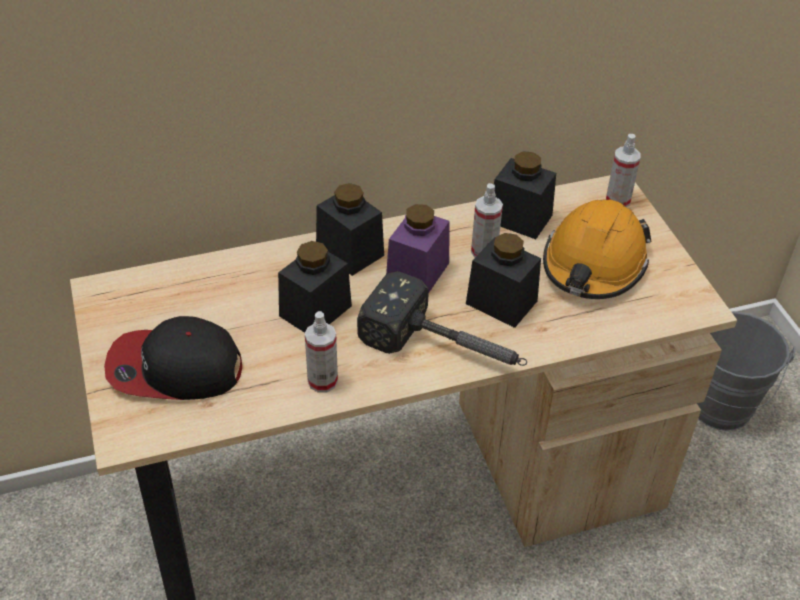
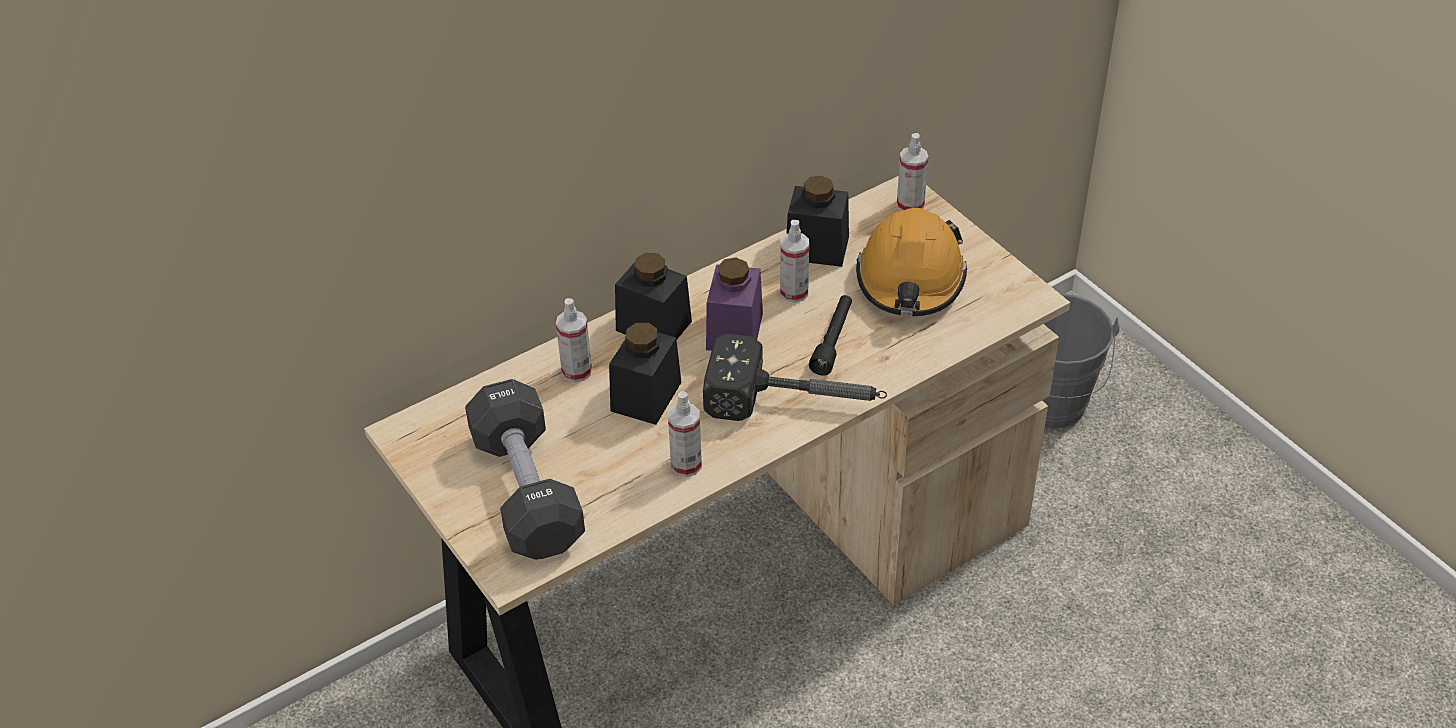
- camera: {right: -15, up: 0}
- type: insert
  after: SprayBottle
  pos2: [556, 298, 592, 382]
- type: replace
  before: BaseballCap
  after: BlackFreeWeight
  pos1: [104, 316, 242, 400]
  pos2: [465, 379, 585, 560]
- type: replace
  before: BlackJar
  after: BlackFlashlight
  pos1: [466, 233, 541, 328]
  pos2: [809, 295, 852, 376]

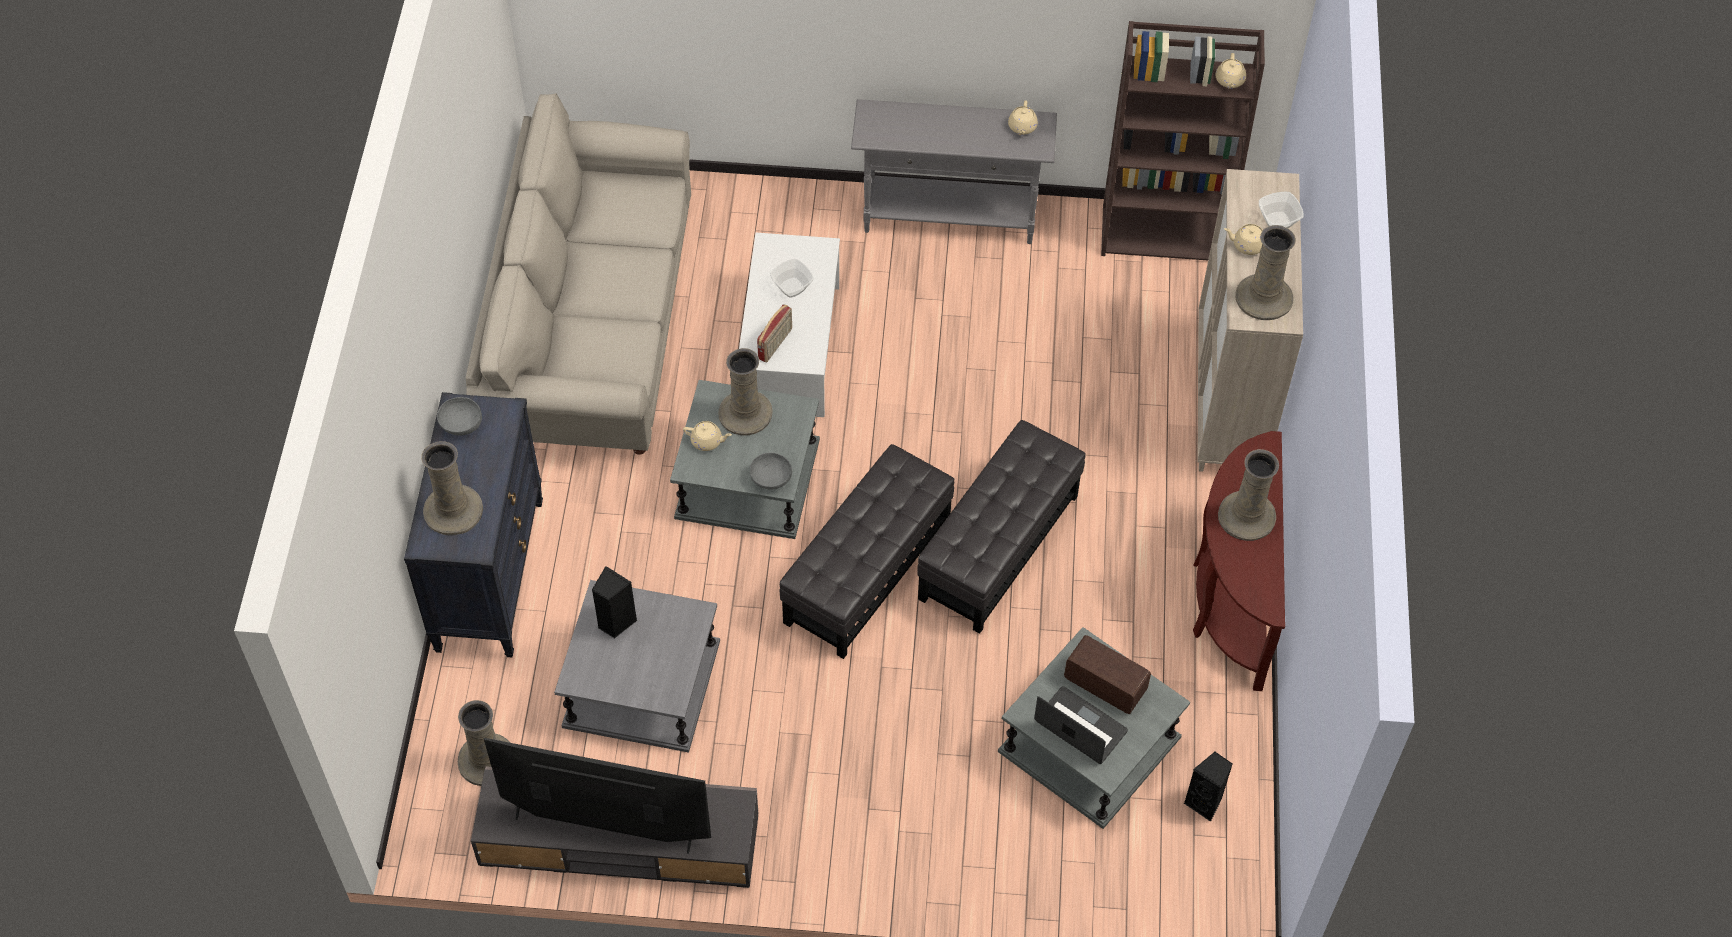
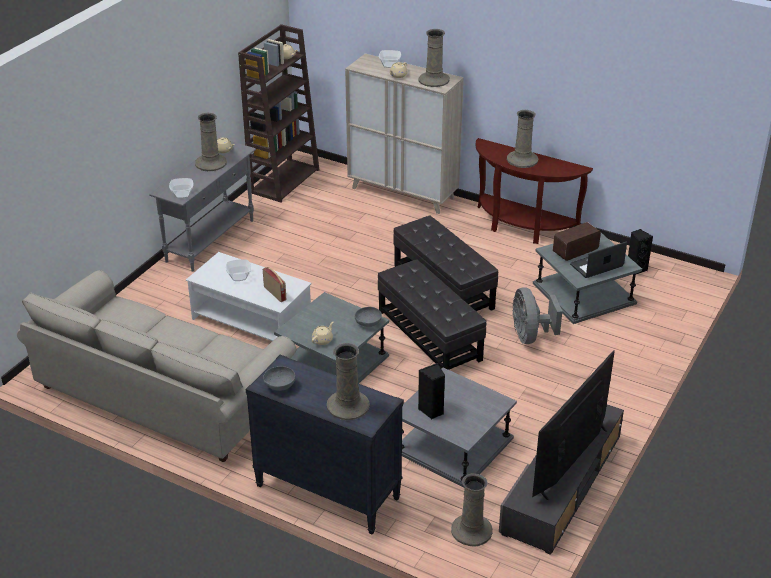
- camera: {right: -65, up: -20}
- type: insert
  after: ServingBowl
  pos2: [169, 178, 194, 198]
- type: insert
  after: GreyCoolingFan
  pos2: [512, 287, 562, 344]
- type: move
  before: SandColouredVase
  pos1: [718, 348, 772, 436]
  pos2: [195, 113, 227, 171]

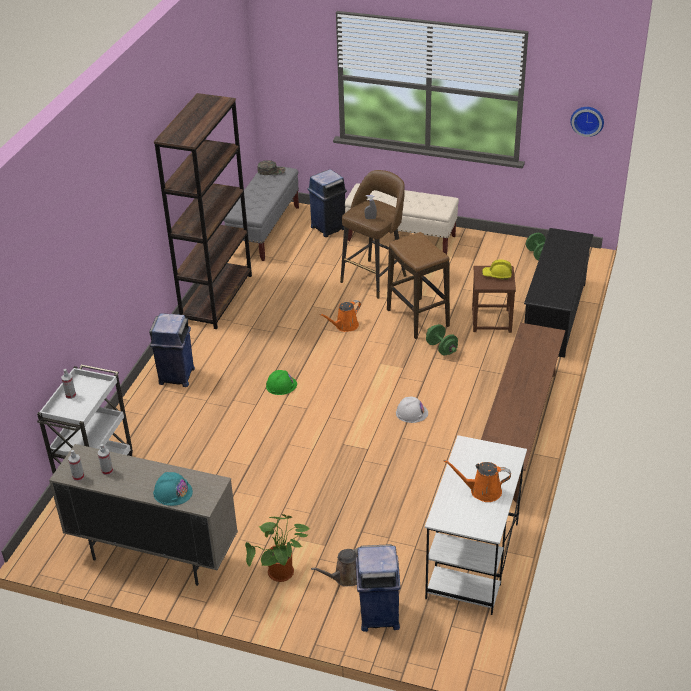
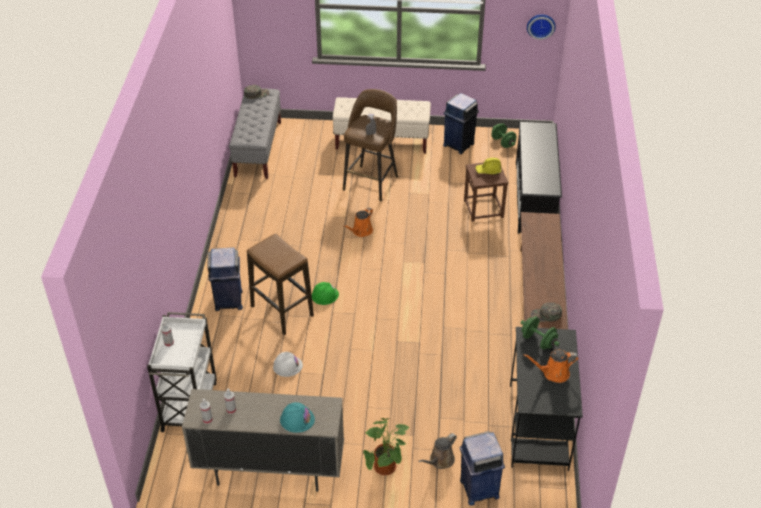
- camera: {right: -15, up: 5}
- type: delete
  before: BrownishBookshelf
  pos1: [154, 93, 252, 329]
- type: insert
  after: GreenColouredBaseballCap
  pos2: [530, 302, 562, 322]
- type: move
  before: BlueWasteBin
  pos1: [308, 169, 347, 237]
  pos2: [443, 93, 479, 154]
- type: move
  before: StoolSeat
  pos1: [387, 232, 450, 339]
  pos2: [247, 233, 314, 335]
- type: move
  before: WhiteHardHat
  pos1: [396, 397, 428, 423]
  pos2: [273, 352, 303, 377]
- type: move
  before: GreenColouredFreeWeight
  pos1: [426, 324, 458, 355]
  pos2: [521, 317, 559, 350]
- type: recolor
  before: WhiteDeskTable
  after: BlackDeskTable
  pos1: [425, 435, 527, 615]
  pos2: [510, 327, 583, 471]

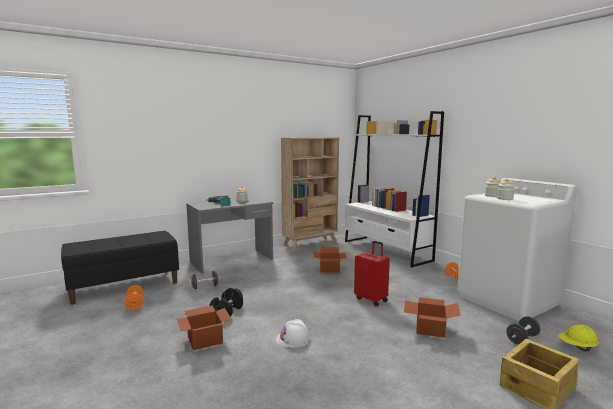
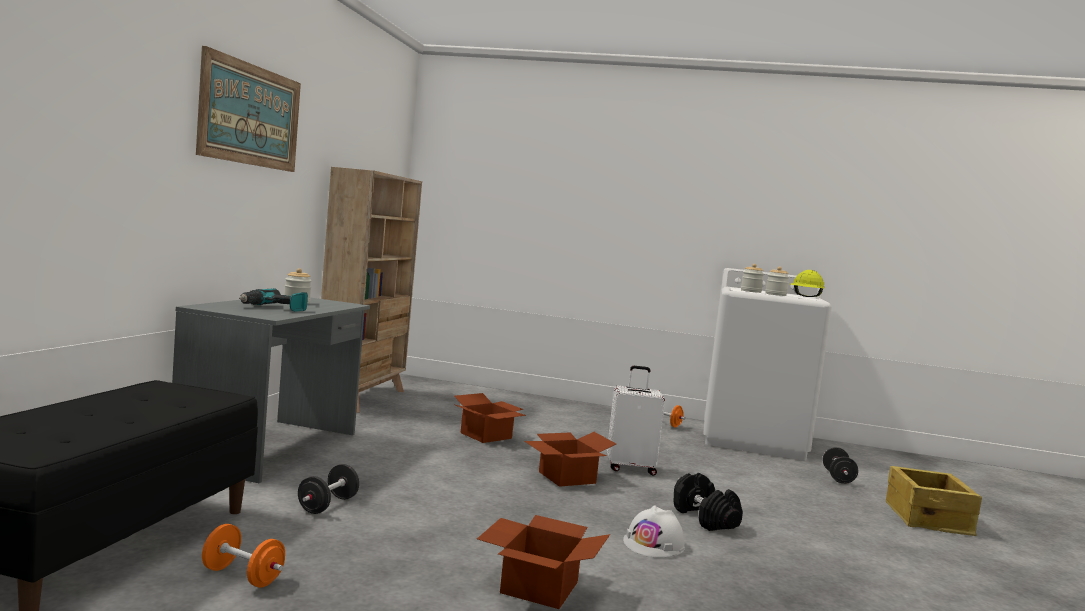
- camera: {right: -45, up: -5}
- type: delete
  before: WhiteBookshelf
  pos1: [345, 111, 444, 267]
- type: insert
  after: Picture
  pos2: [196, 46, 301, 172]
- type: move
  before: BlackFreeWeight
  pos1: [209, 287, 243, 317]
  pos2: [673, 473, 743, 531]
- type: move
  before: CardboardBox
  pos1: [404, 297, 461, 338]
  pos2: [524, 432, 616, 487]
- type: move
  before: YellowColouredHardHat
  pos1: [558, 324, 599, 351]
  pos2: [790, 270, 825, 297]
- type: recolor
  before: ReddishSuitcase
  after: WhiteSuitcase
  pos1: [354, 241, 390, 306]
  pos2: [607, 366, 665, 476]

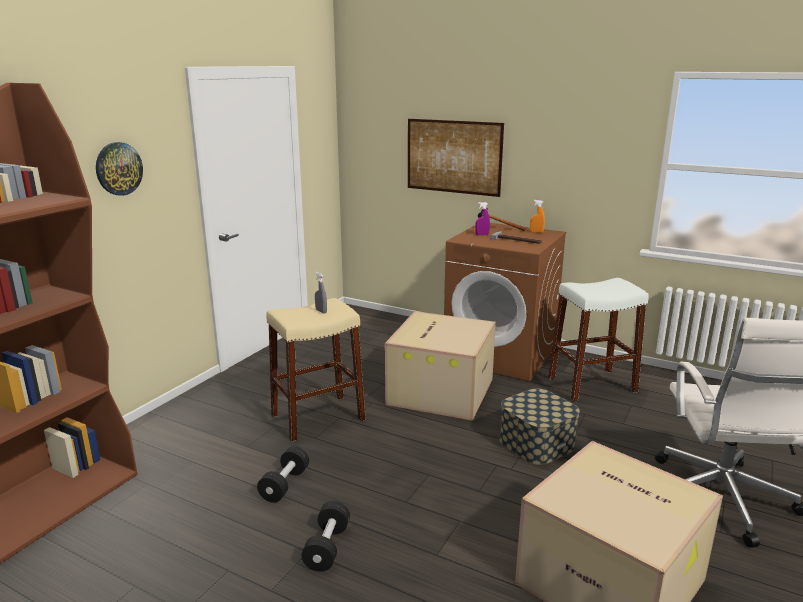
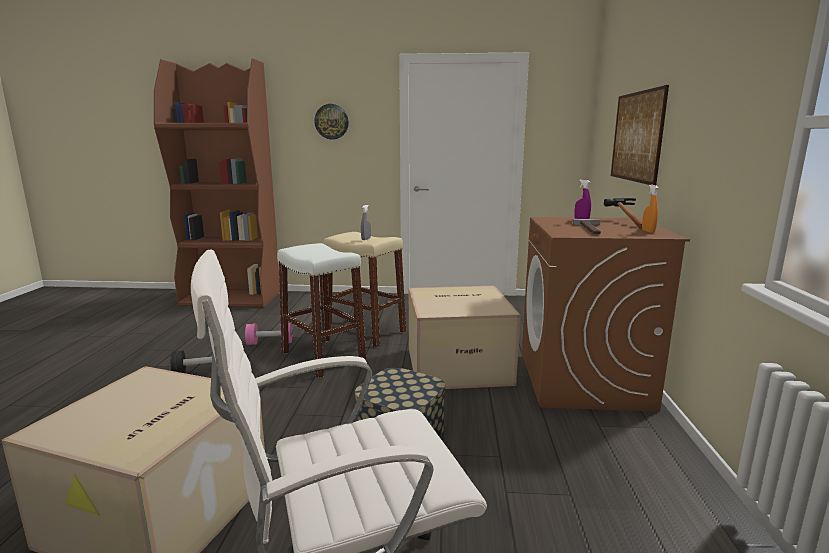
- camera: {right: 65, up: -5}
- type: move
  before: WhiteStoolSeat
  pos1: [548, 278, 649, 402]
  pos2: [277, 243, 367, 378]
- type: recolor
  before: BlackFreeWeight
  after: PinkFreeWeight
  pos1: [257, 446, 309, 503]
  pos2: [245, 322, 293, 345]

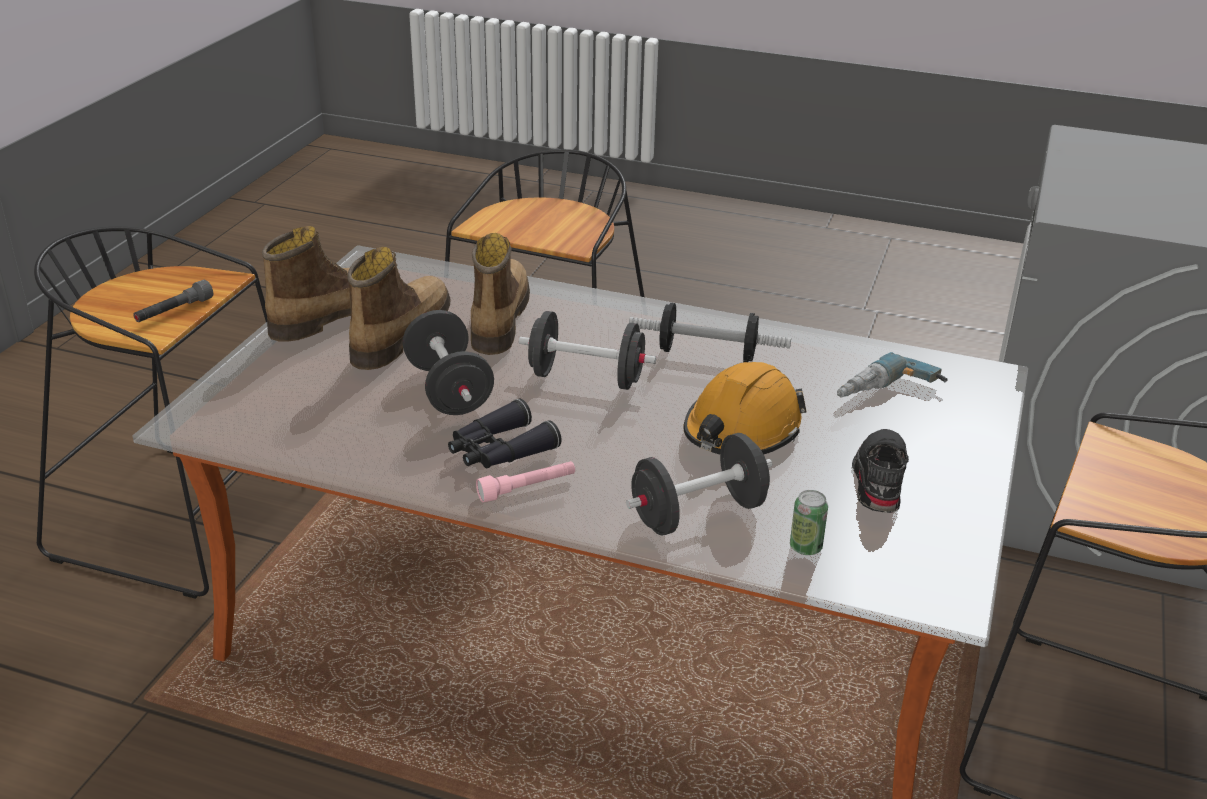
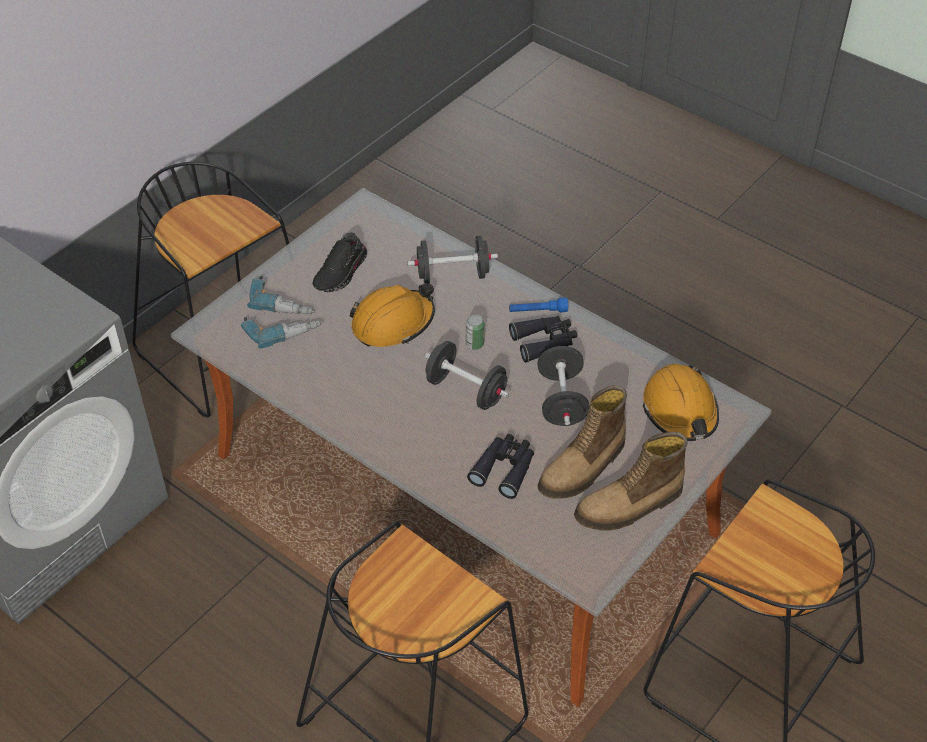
- camera: {right: -160, up: 15}
- type: delete
  before: GreyFlashlight
  pos1: [133, 280, 213, 322]
- type: delete
  before: FreeWeight
  pos1: [629, 303, 791, 362]
- type: insert
  after: ElectricDrill
  pos2: [247, 276, 315, 314]
- type: insert
  after: OrangeyHardHat
  pos2: [643, 364, 719, 441]
- type: move
  before: Can
  pos1: [790, 490, 828, 555]
  pos2: [466, 315, 484, 350]
- type: replace
  before: HighTopBoot
  after: BlackBinoculars
  pos1: [471, 233, 530, 355]
  pos2: [467, 434, 534, 499]
- type: recolor
  before: PinkFlashlight
  after: BlueFlashlight
  pos1: [476, 461, 575, 502]
  pos2: [509, 298, 568, 312]

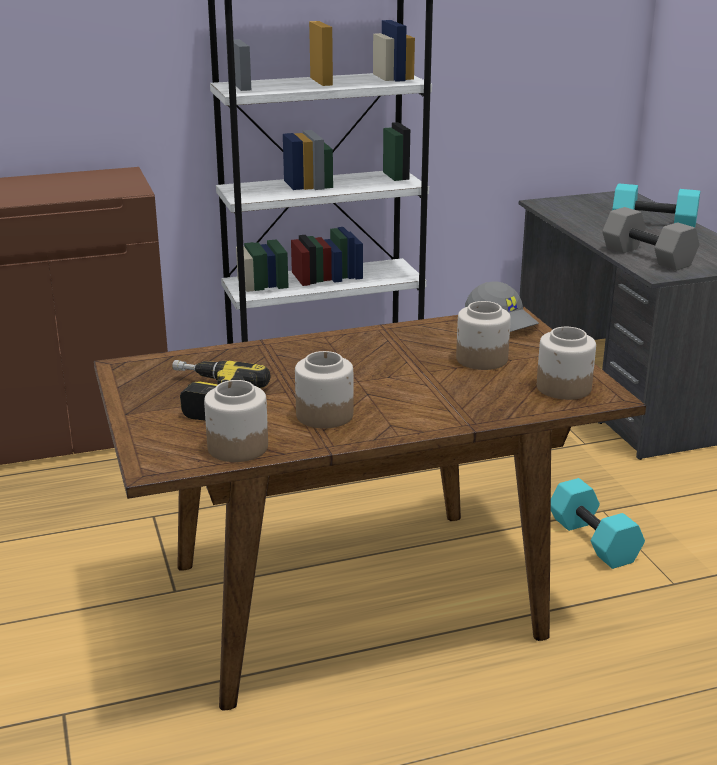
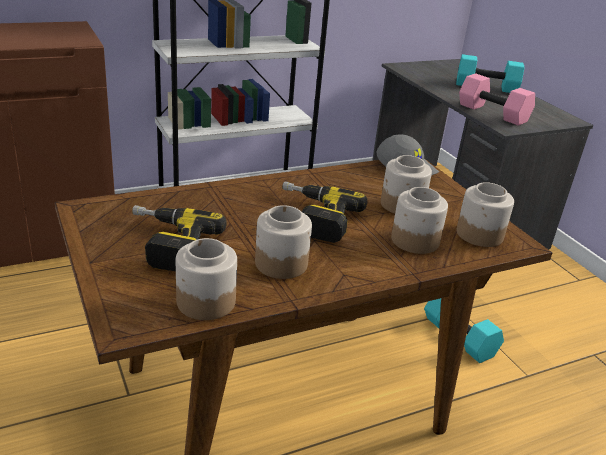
- camera: {right: -10, up: 5}
- type: insert
  after: ElectricDrill
  pos2: [282, 181, 367, 243]
- type: insert
  after: Jar
  pos2: [391, 187, 448, 254]
- type: recolor
  before: GreyFreeWeight
  after: PinkFreeWeight
  pos1: [602, 207, 699, 271]
  pos2: [459, 73, 535, 126]

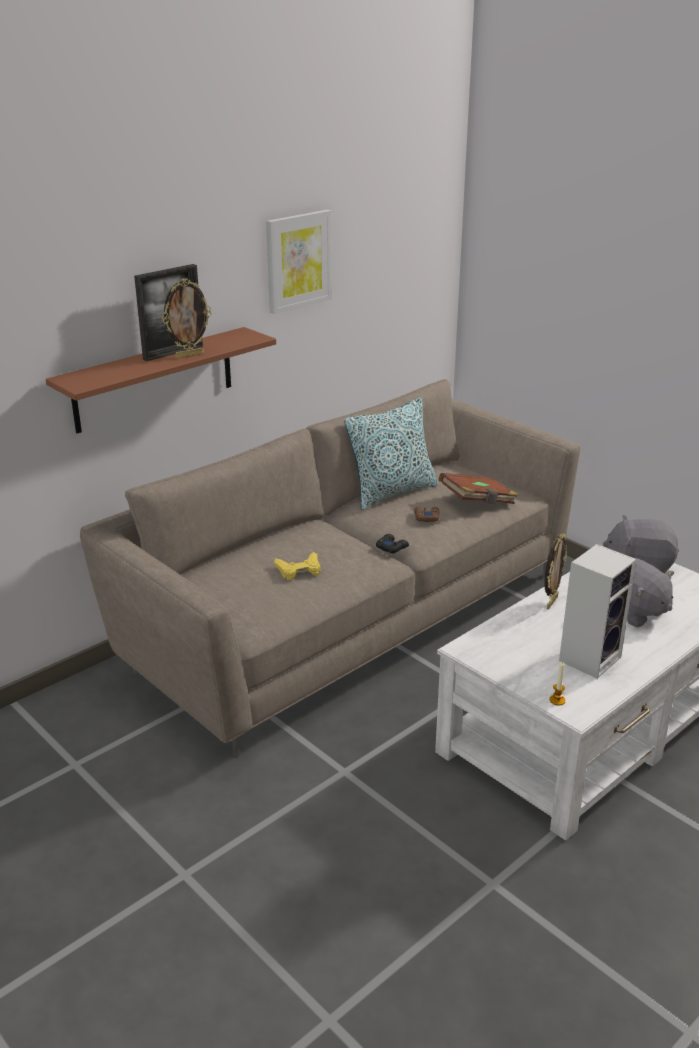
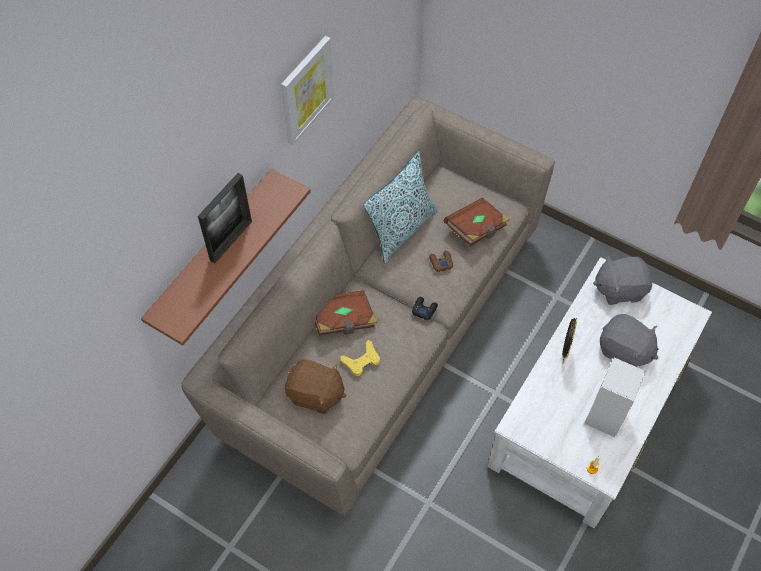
- camera: {right: -15, up: 30}
- type: delete
  before: PhotoFrame
  pos1: [162, 278, 211, 359]
- type: insert
  after: BrownishCuddlyToy
  pos2: [285, 359, 346, 414]
- type: insert
  after: BrownishBoundBook
  pos2: [315, 290, 378, 335]

